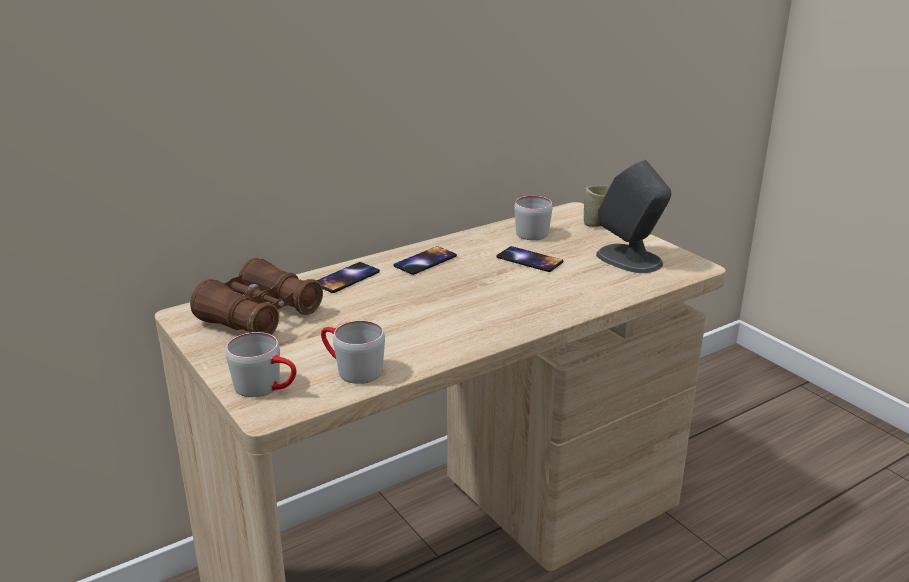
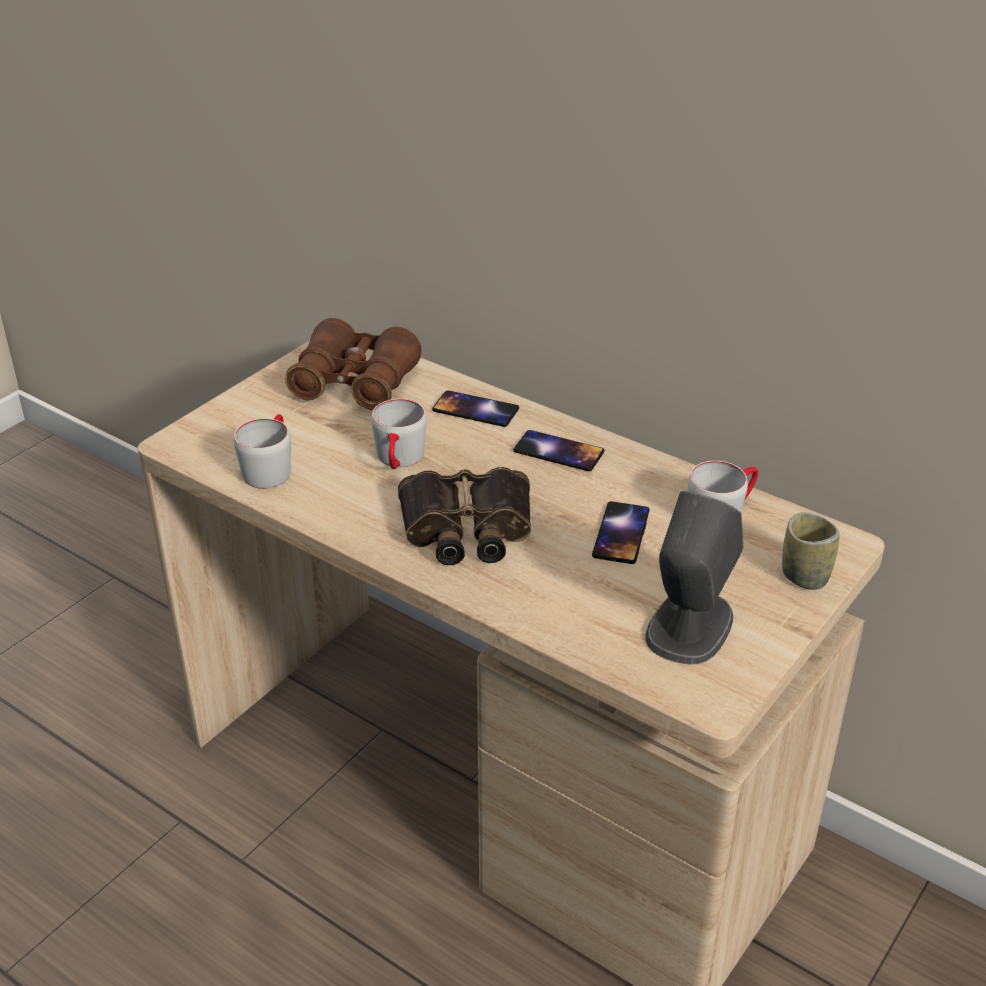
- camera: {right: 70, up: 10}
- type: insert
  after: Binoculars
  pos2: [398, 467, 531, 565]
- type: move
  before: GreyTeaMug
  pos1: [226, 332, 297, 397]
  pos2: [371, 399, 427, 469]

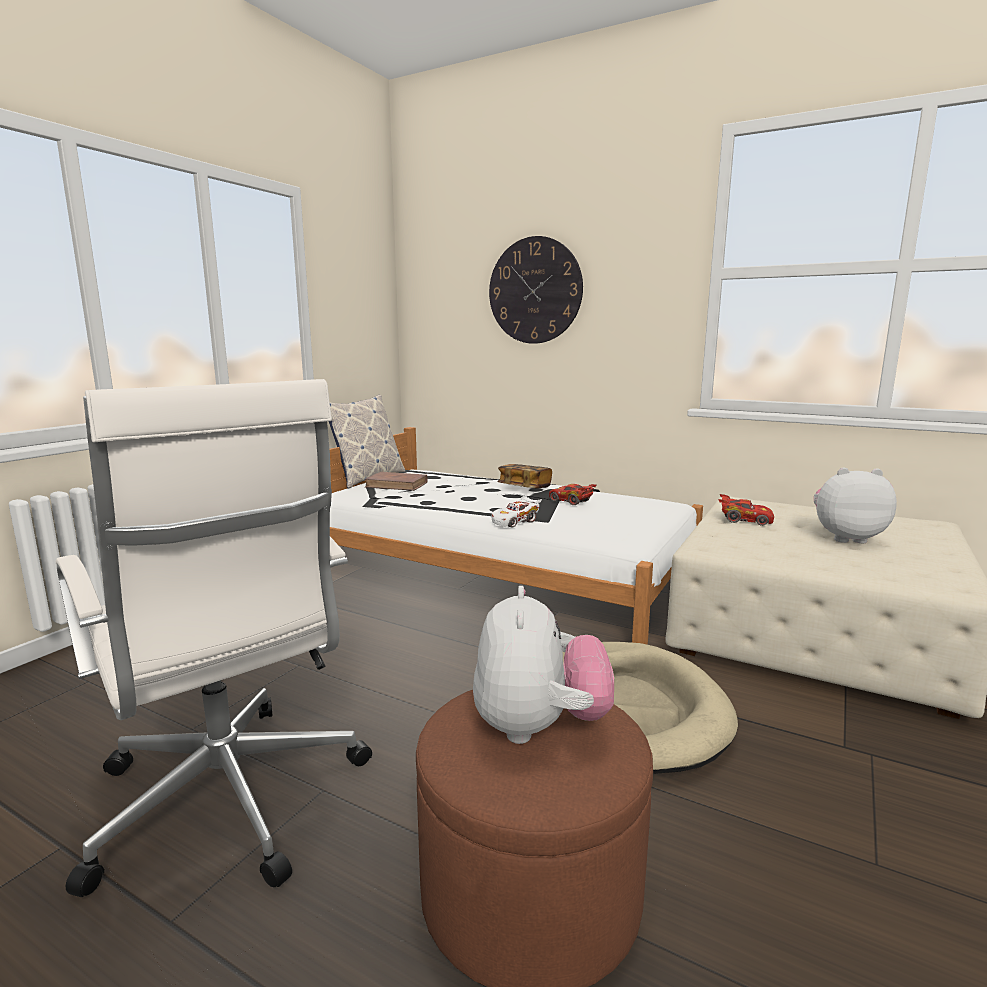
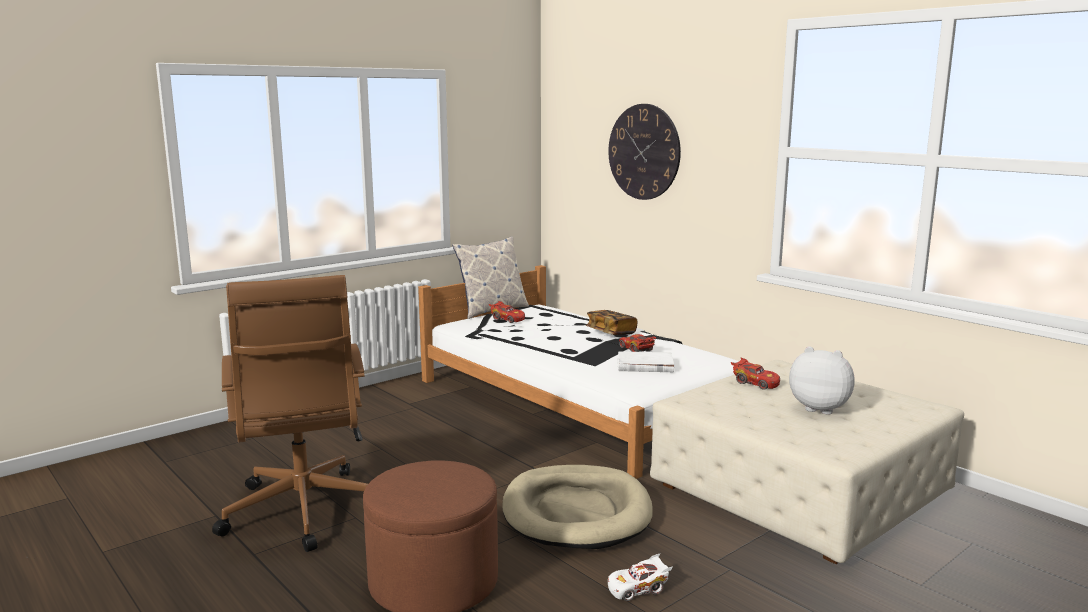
- camera: {right: 20, up: 0}
- type: delete
  before: CuddlyToy
  pos1: [473, 586, 614, 744]
- type: insert
  after: WhiteBoundBook
  pos2: [617, 351, 674, 372]
- type: move
  before: WhiteToyCar
  pos1: [492, 495, 542, 527]
  pos2: [608, 554, 673, 601]
- type: replace
  before: BrownishBoundBook
  after: ReddishToyCar
  pos1: [364, 472, 428, 491]
  pos2: [489, 301, 525, 323]
- type: recolor
  before: WhiteOfficeChair
  after: BrownishOfficeChair
  pos1: [56, 379, 372, 897]
  pos2: [212, 275, 368, 552]

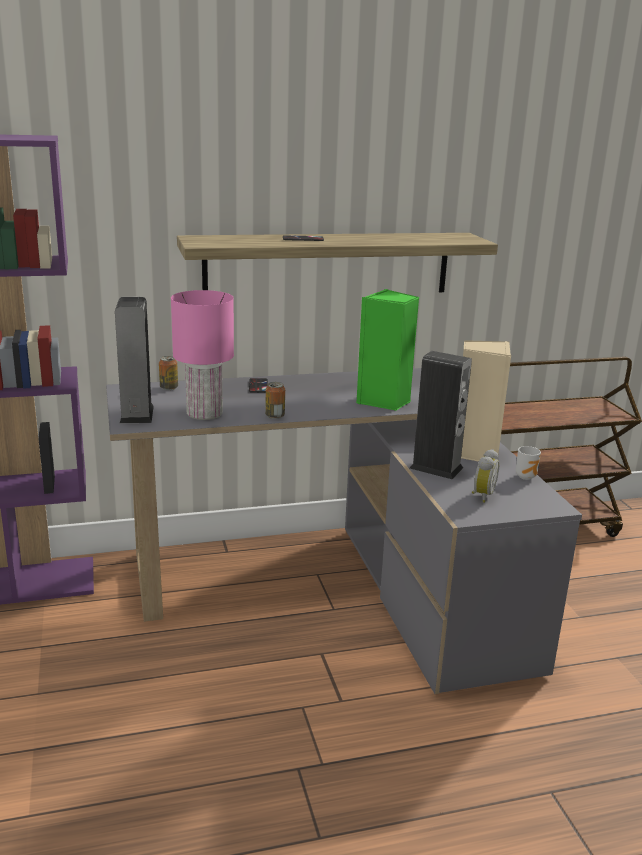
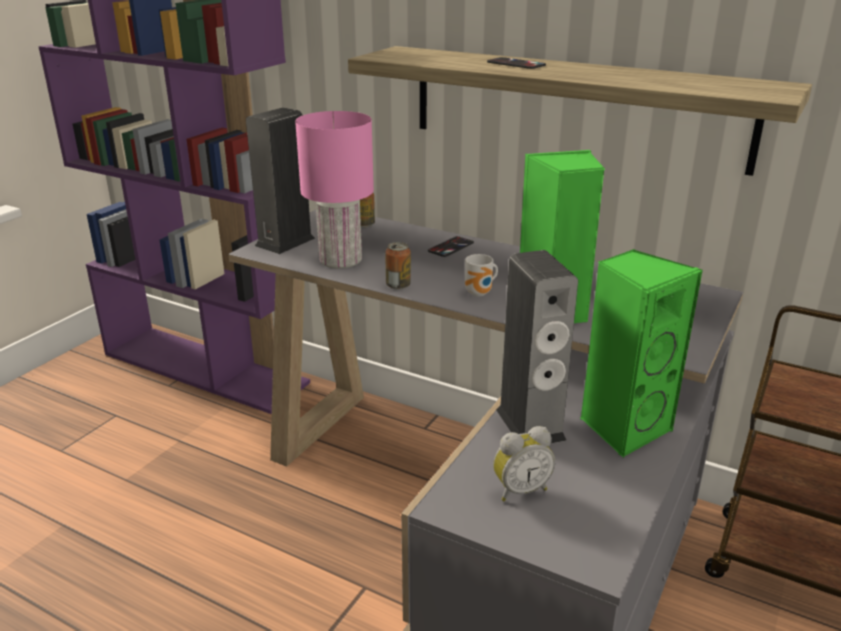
- camera: {right: 45, up: 5}
- type: move
  before: TeaMug
  pos1: [516, 446, 541, 480]
  pos2: [465, 254, 498, 296]
- type: recolor
  before: SandColouredAudioSpeaker
  after: GreenColouredAudioSpeaker
  pos1: [461, 340, 511, 462]
  pos2: [580, 249, 703, 458]

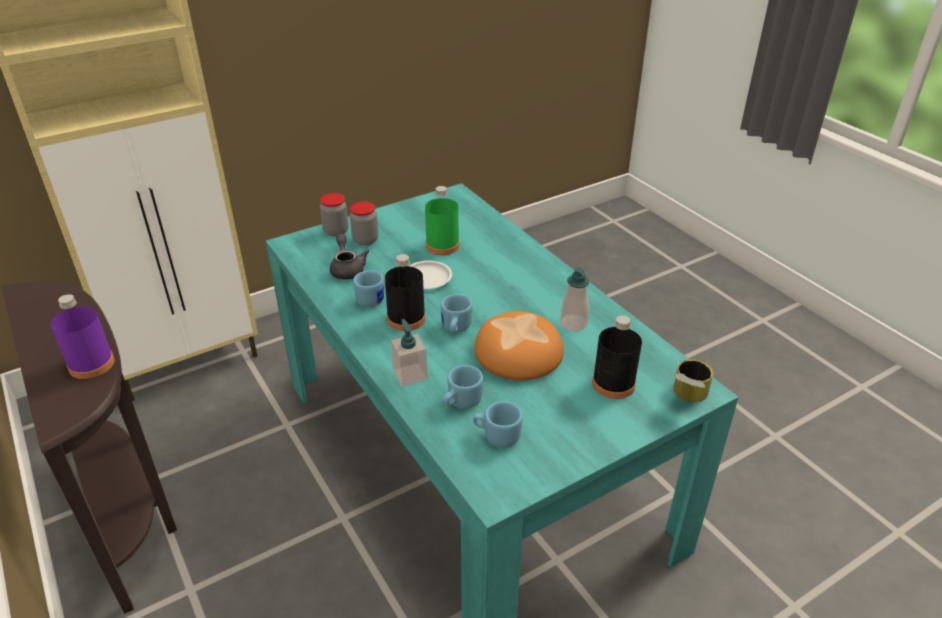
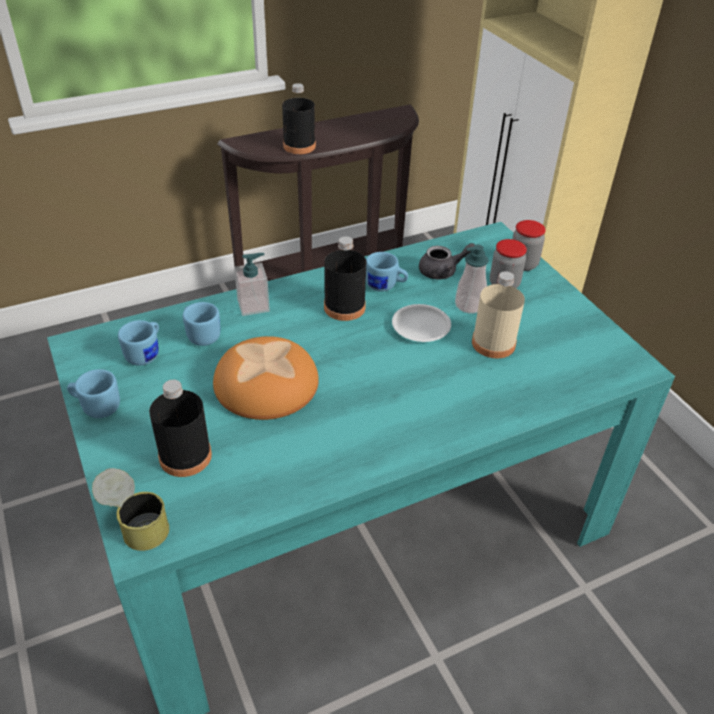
- camera: {right: 95, up: 5}
- type: move
  before: BlueTeaMug
  pos1: [441, 294, 472, 332]
  pos2: [67, 369, 120, 418]
- type: move
  before: LiquidSoapBottle
  pos1: [560, 267, 589, 331]
  pos2: [455, 245, 489, 314]
- type: recolor
  before: PurpleBeverageBottle
  after: BlackBeverageBottle
  pos1: [51, 294, 115, 379]
  pos2: [282, 83, 316, 154]
- type: recolor
  before: GreenColouredBeverageBottle
  after: SandColouredBeverageBottle
  pos1: [425, 186, 459, 255]
  pos2: [472, 271, 525, 359]

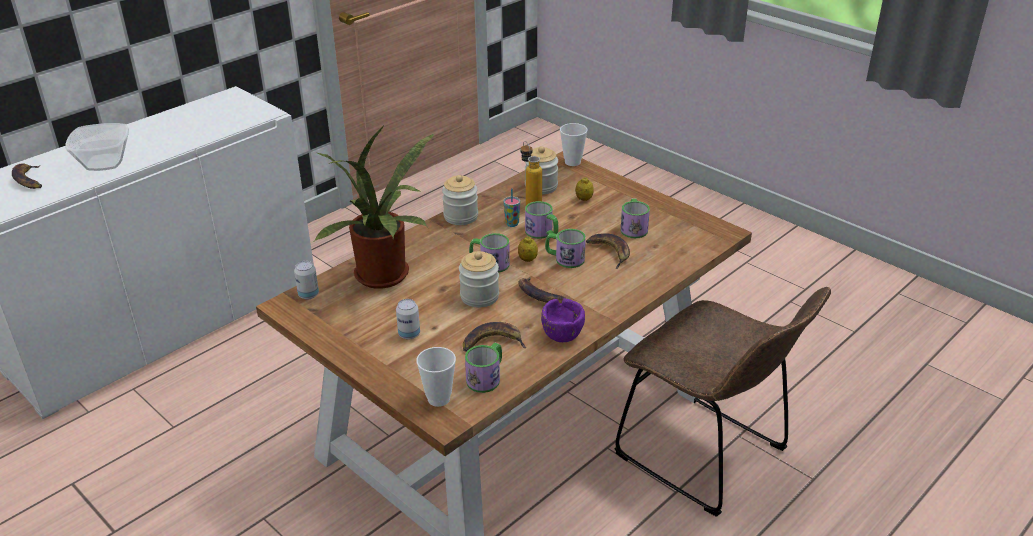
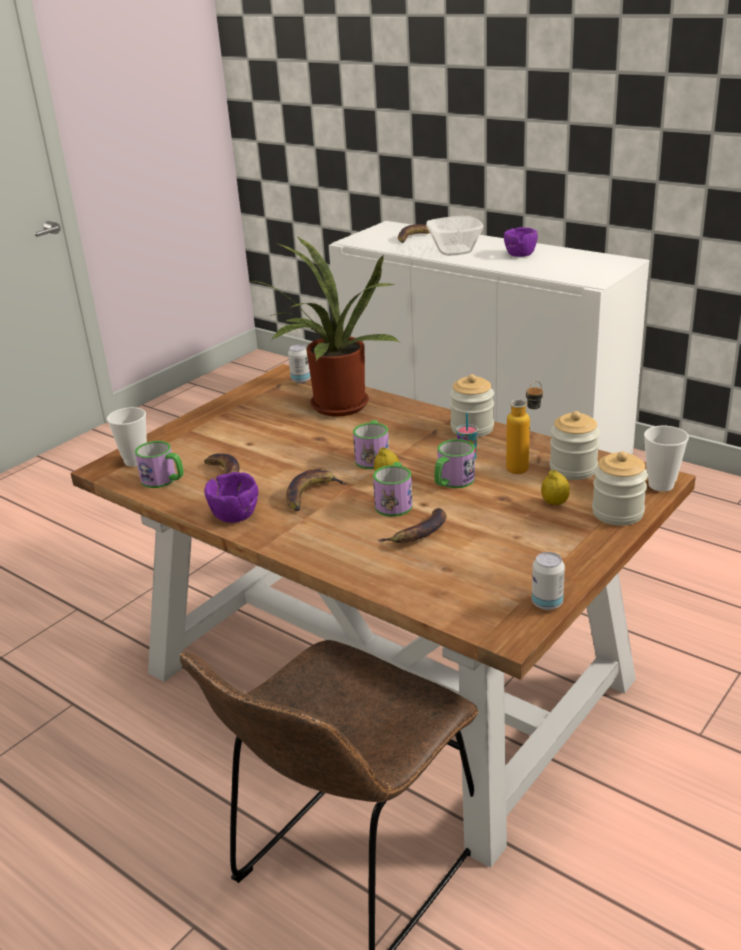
- camera: {right: 85, up: -5}
- type: delete
  before: TeaMug
  pos1: [620, 199, 650, 238]
- type: insert
  after: PurpleServingBowl
  pos2: [504, 227, 538, 257]
- type: move
  before: Can
  pos1: [396, 299, 420, 340]
  pos2: [532, 552, 565, 610]
- type: move
  before: Jar
  pos1: [459, 251, 499, 307]
  pos2: [592, 451, 648, 526]

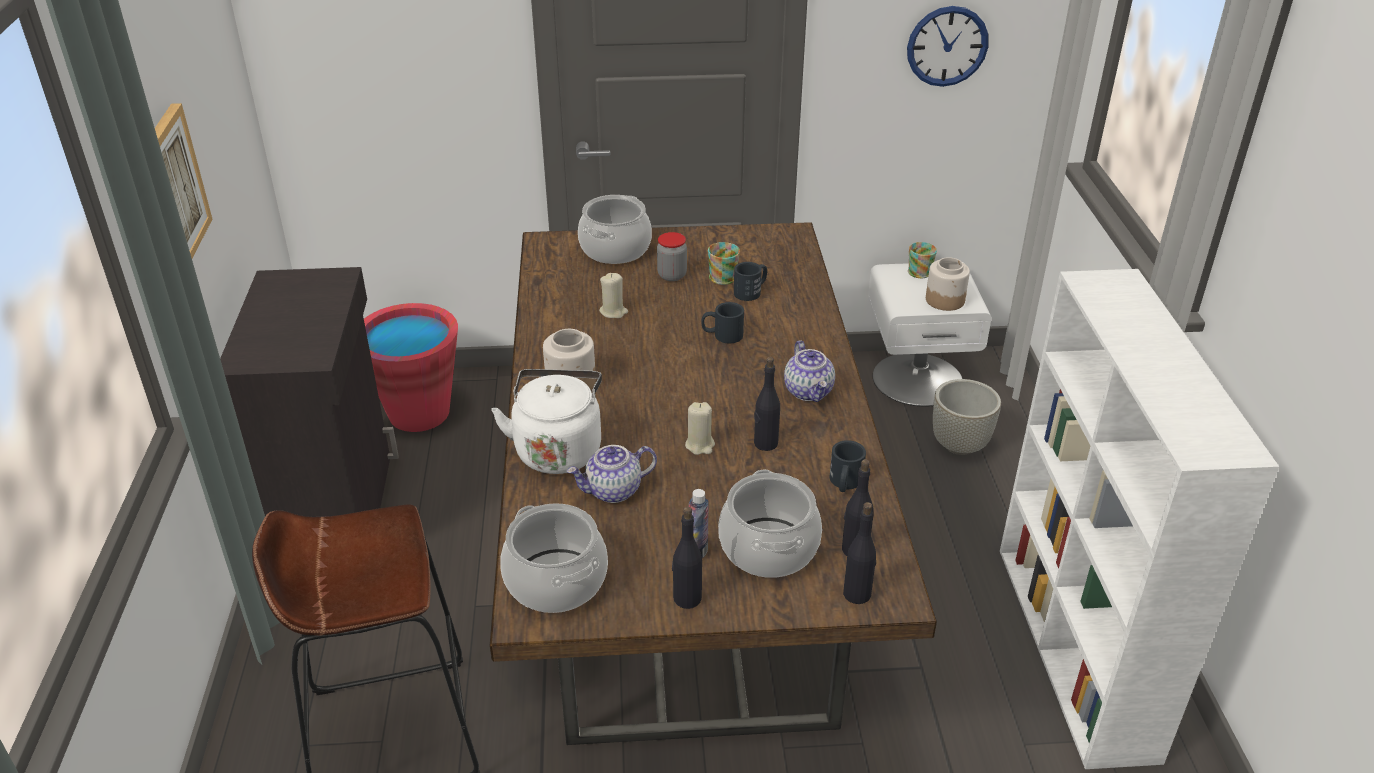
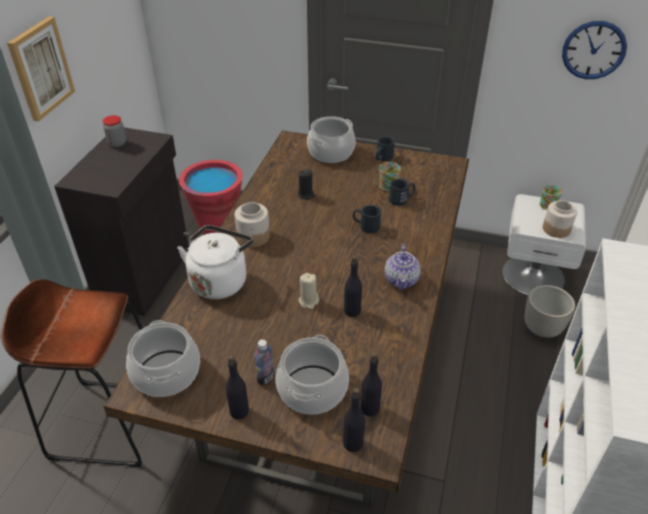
- camera: {right: 20, up: 5}
- type: delete
  before: TeaPot
  pos1: [567, 445, 657, 503]
- type: move
  before: Jar
  pos1: [657, 232, 687, 281]
  pos2: [102, 115, 126, 147]
- type: move
  before: BlackTeaMug
  pos1: [830, 440, 866, 492]
  pos2: [376, 136, 395, 161]
- type: recolor
  before: SandColouredWaxCandle
  after: BlackWaxCandle
  pos1: [599, 273, 628, 318]
  pos2: [298, 169, 315, 200]

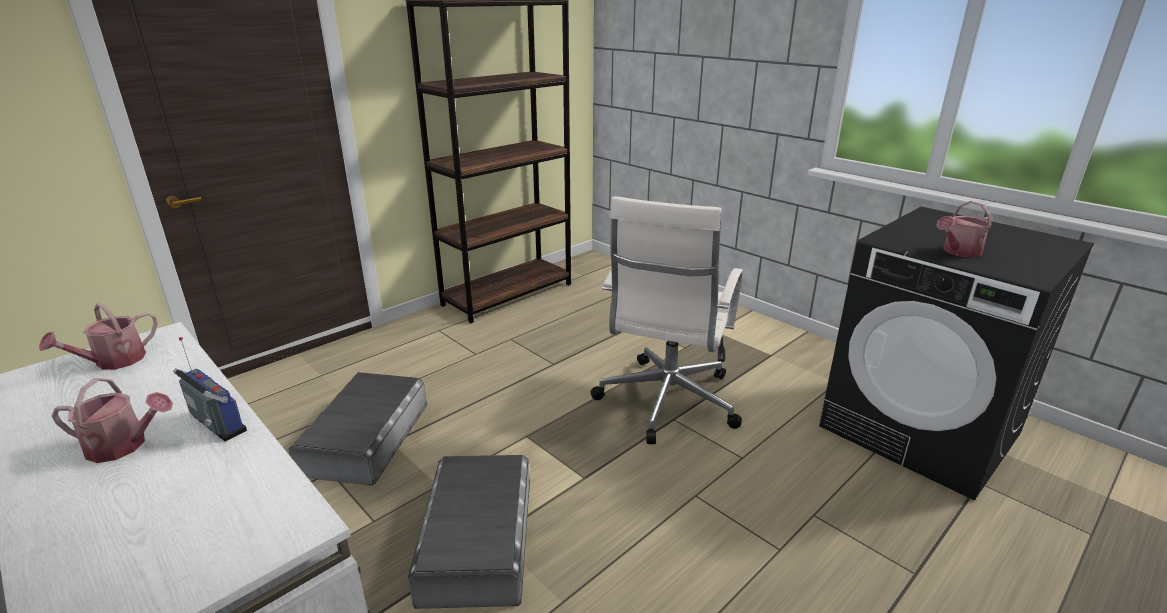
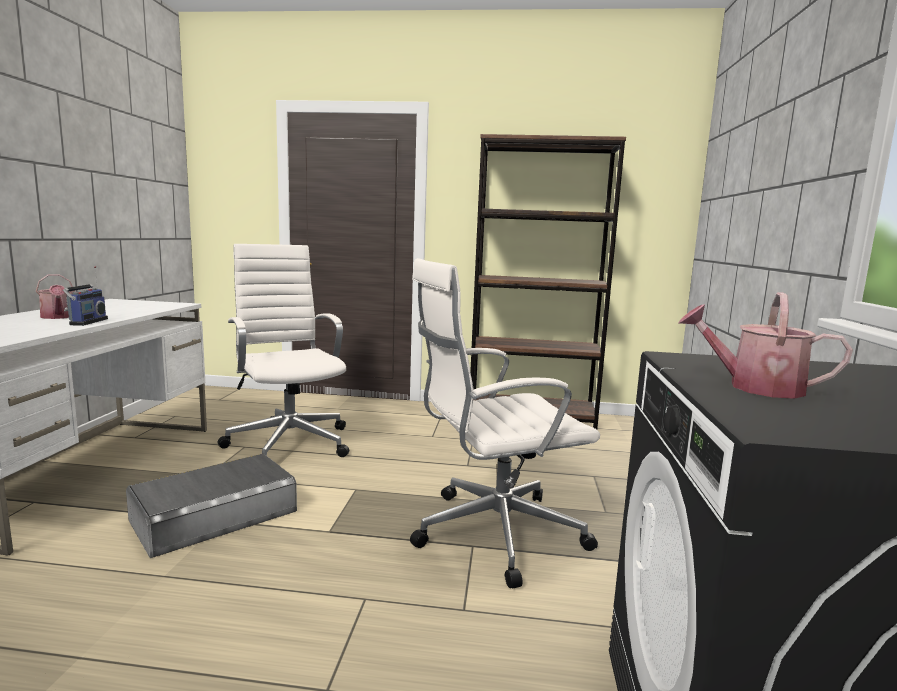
- camera: {right: 50, up: -15}
- type: delete
  before: WateringCan
  pos1: [39, 302, 158, 370]
- type: replace
  before: GreyStorageBox
  after: WhiteOfficeChair
  pos1: [288, 372, 427, 486]
  pos2: [218, 244, 349, 457]

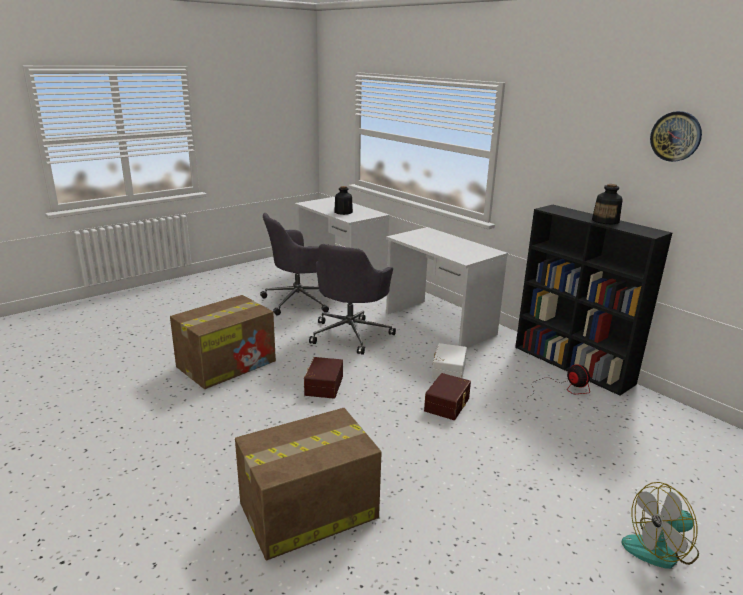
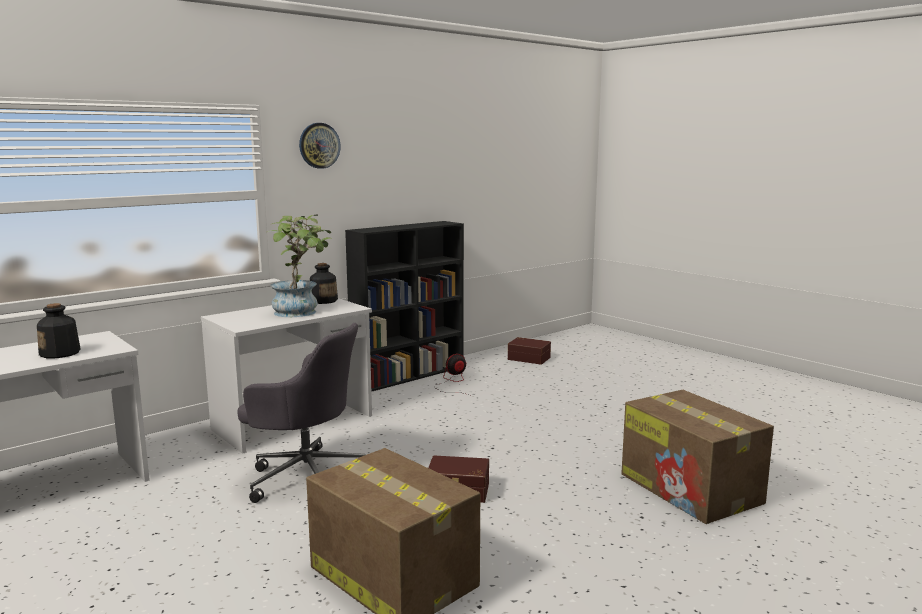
- camera: {right: -90, up: -10}
- type: delete
  before: GreyOfficeChair
  pos1: [260, 213, 329, 316]
- type: delete
  before: WhiteStorageBox
  pos1: [432, 343, 467, 379]
- type: delete
  before: CoolingFan
  pos1: [622, 482, 699, 569]
- type: insert
  after: Houseplant
  pos2: [267, 214, 333, 317]
- type: move
  before: BrownishStorageBox
  pos1: [424, 373, 471, 420]
  pos2: [508, 337, 551, 365]
- type: move
  before: BeverageBottle
  pos1: [592, 184, 623, 225]
  pos2: [310, 263, 338, 304]
- type: move
  before: HangingClock
  pos1: [650, 111, 702, 162]
  pos2: [299, 123, 341, 169]

